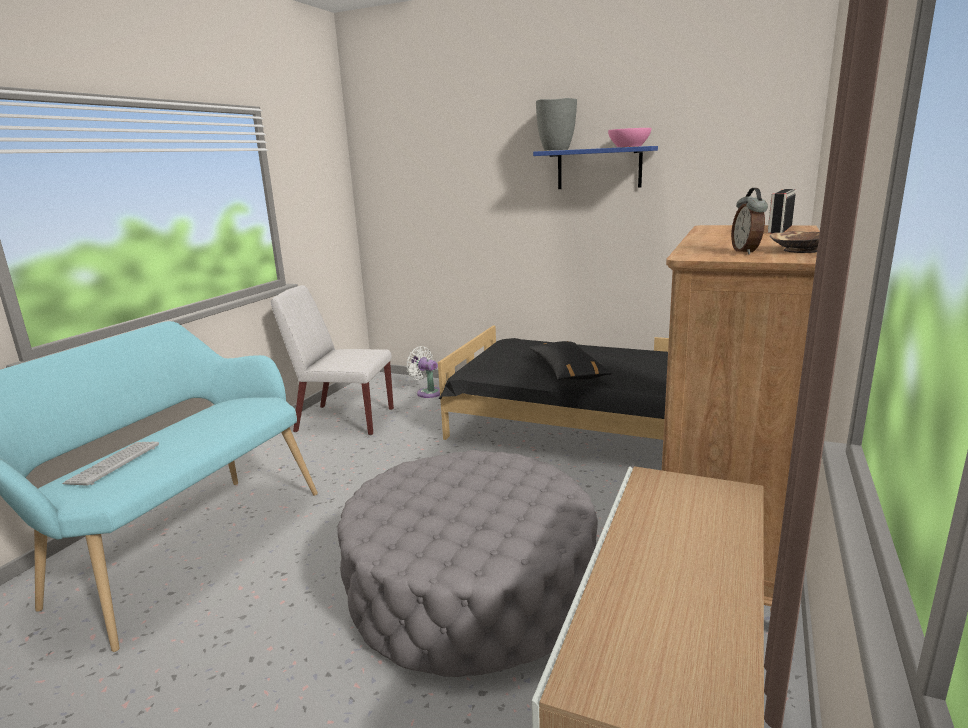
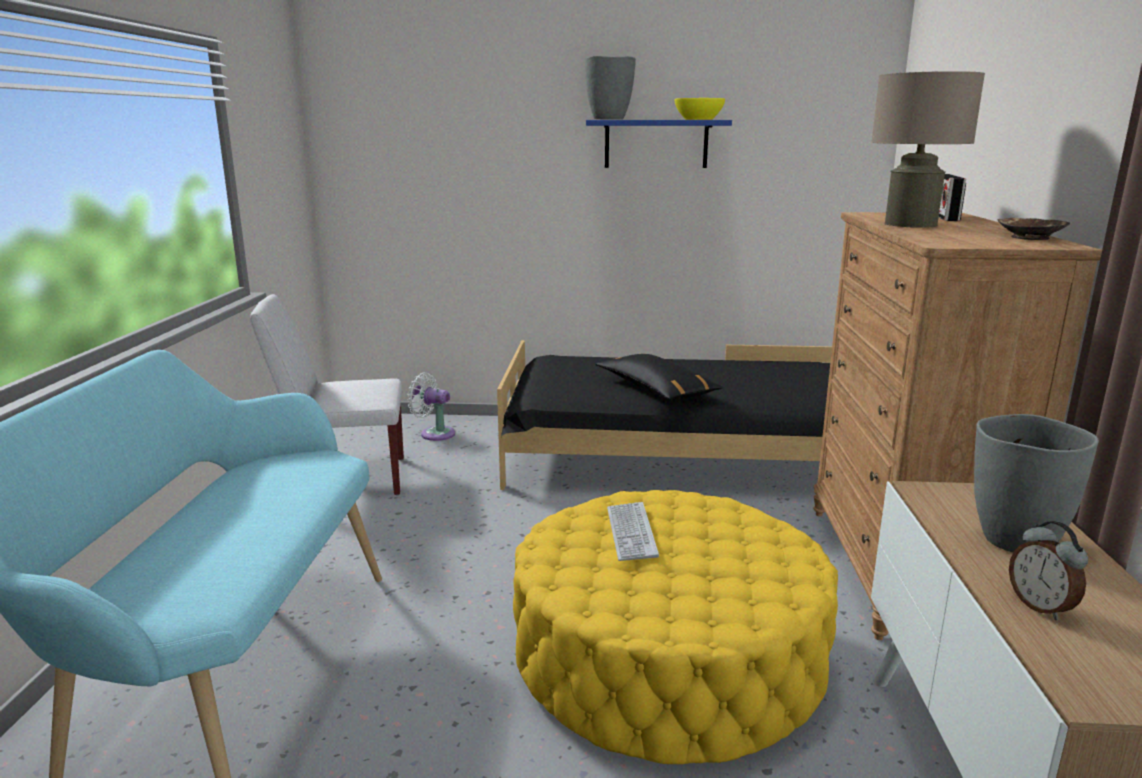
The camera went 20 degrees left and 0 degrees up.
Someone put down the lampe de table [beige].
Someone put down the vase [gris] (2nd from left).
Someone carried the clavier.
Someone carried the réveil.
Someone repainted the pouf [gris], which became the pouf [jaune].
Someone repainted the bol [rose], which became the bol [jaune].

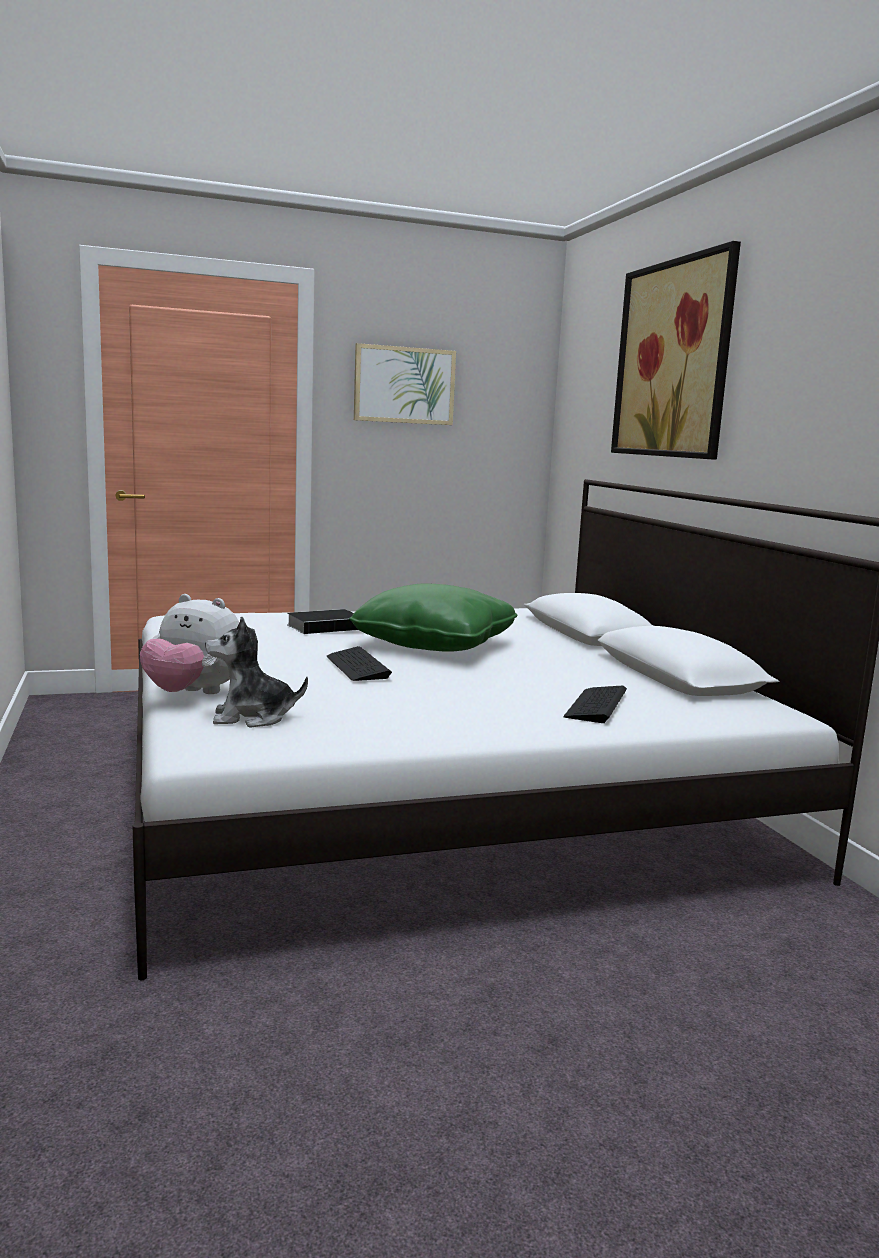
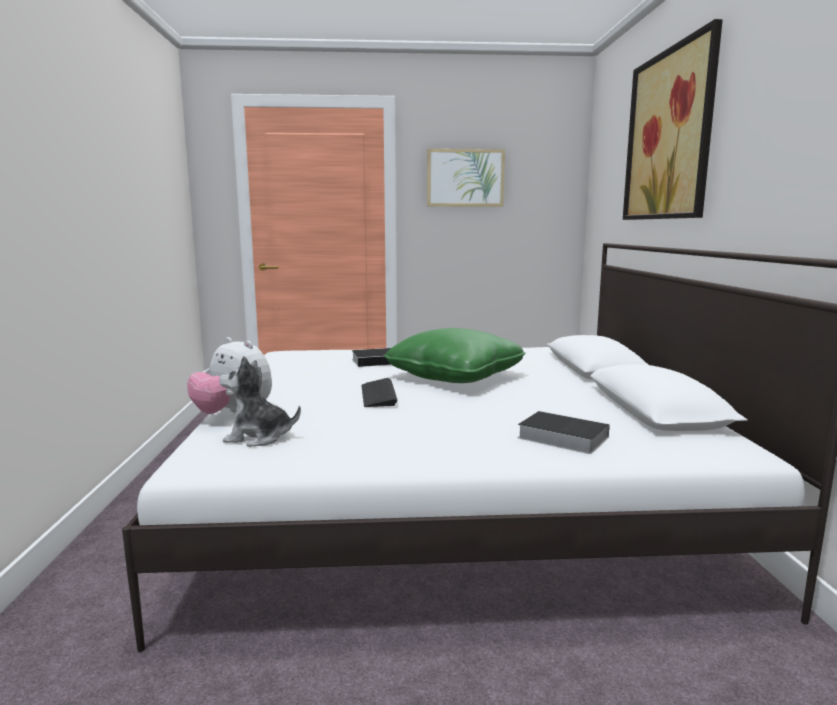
The camera went 15 degrees right and 0 degrees up.
Someone swapped the clavier (2nd from left) for the livre (2nd from left).

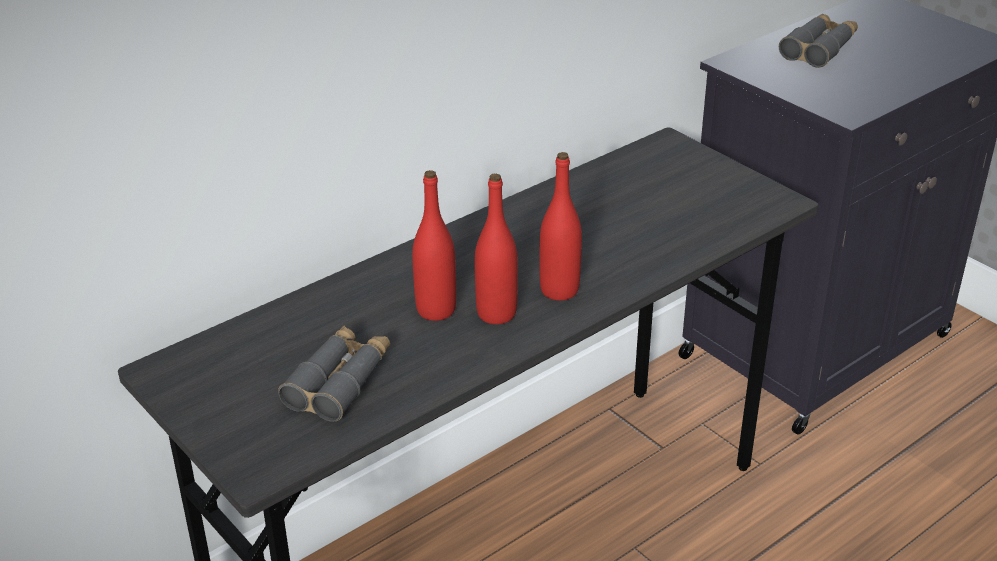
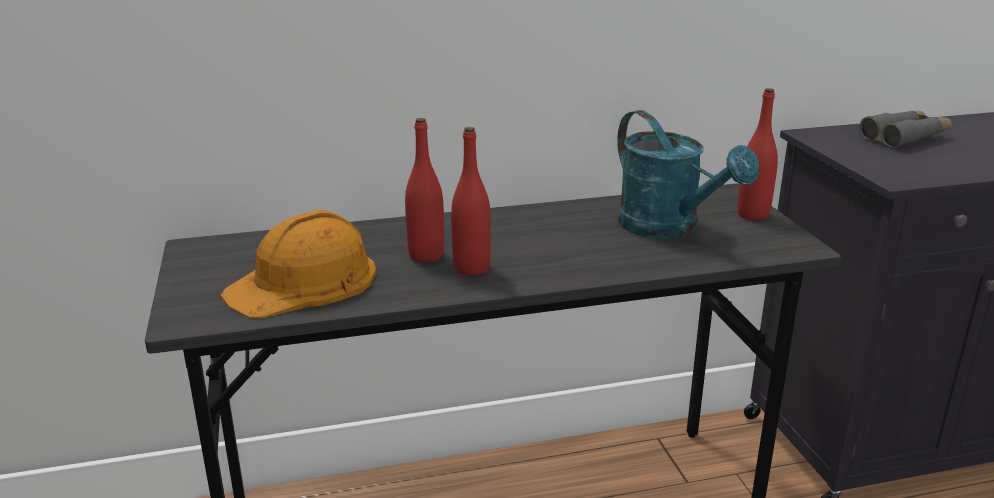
The camera went 25 degrees right and 10 degrees down.
Someone put down the arrosoir [turquoise].
Someone carried the bouteille [rouge] (3rd from left).
Someone swapped the jumelles [gris] (1st from left) for the casque de chantier [orange].

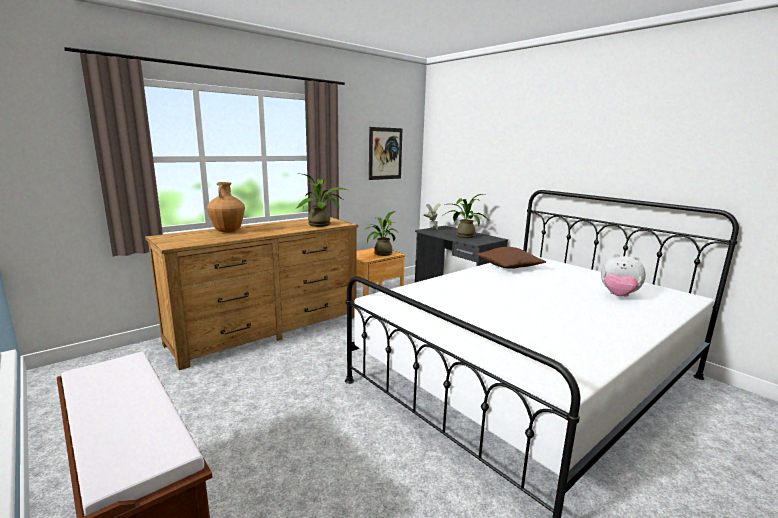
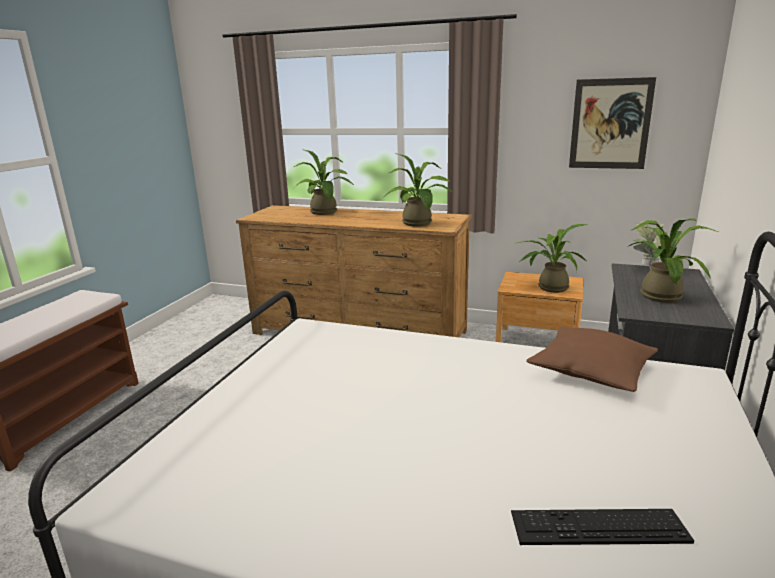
The camera went 60 degrees right and 5 degrees up.
Someone swapped the vase [marron] for the plante en pot (1st from left).
Someone swapped the peluche for the clavier.

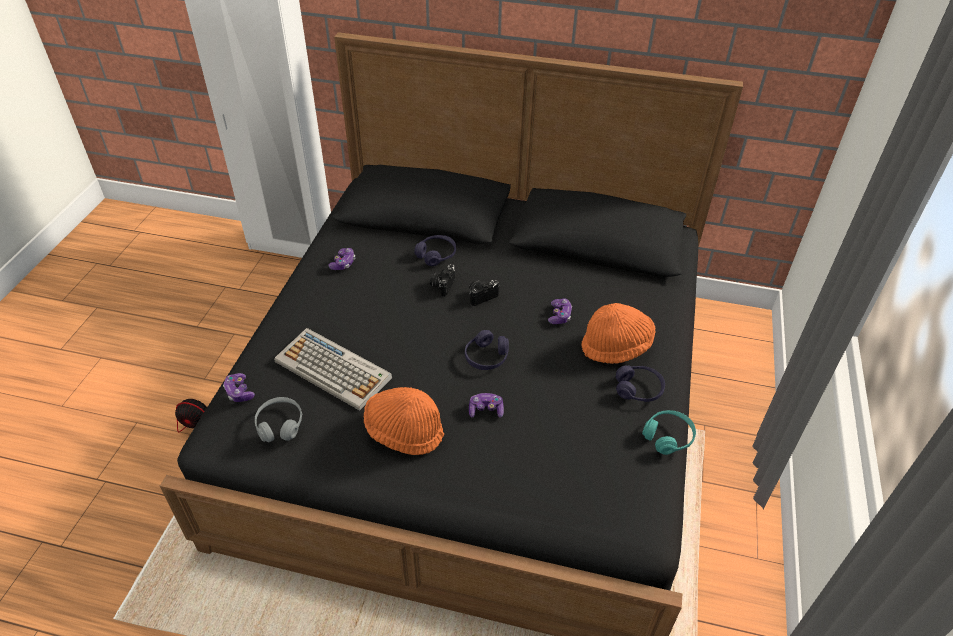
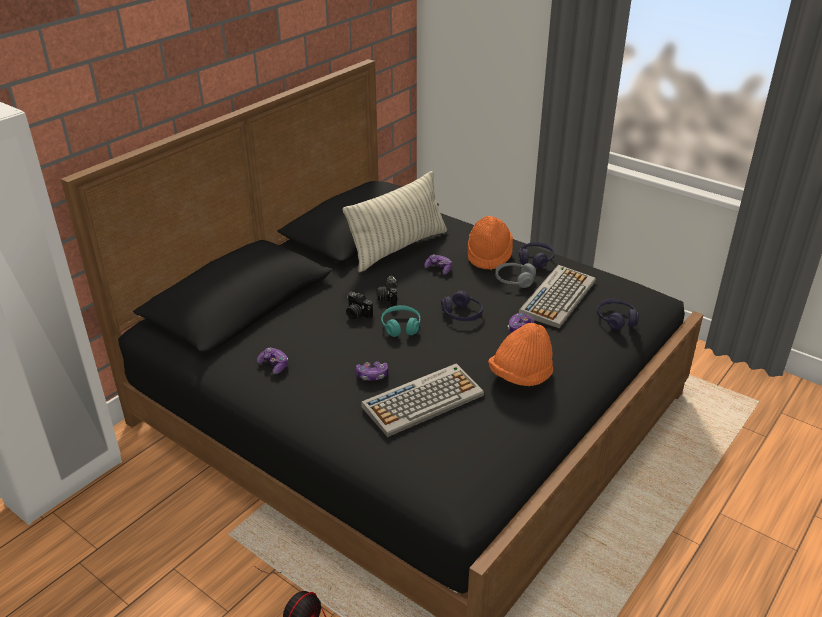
The camera went 65 degrees left and 10 degrees down.
Someone put down the coussin.
Someone put down the clavier (2nd from left).
Someone carried the manette (1st from left in the first image).
Someone carried the casque audio [gris].
Someone carried the casque audio [violet] (1st from left in the first image).
Someone carried the casque audio [turquoise].

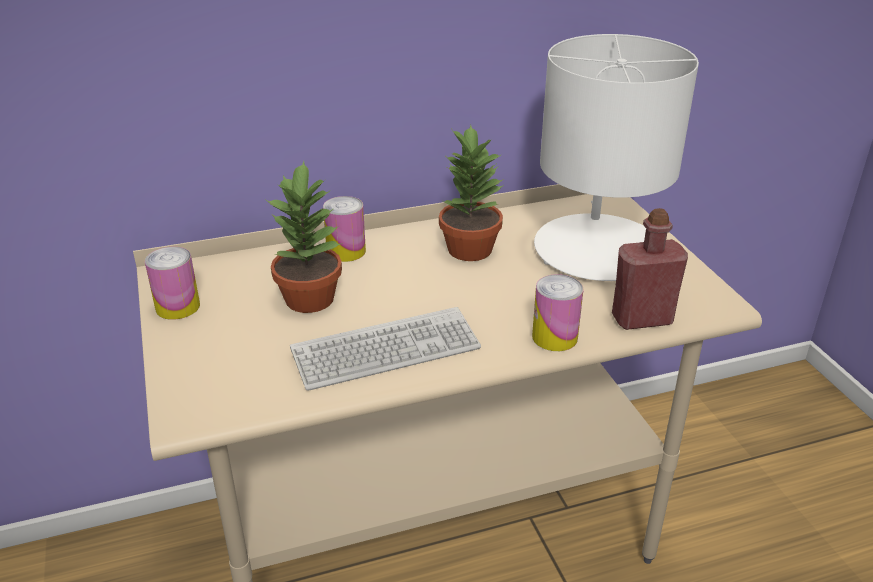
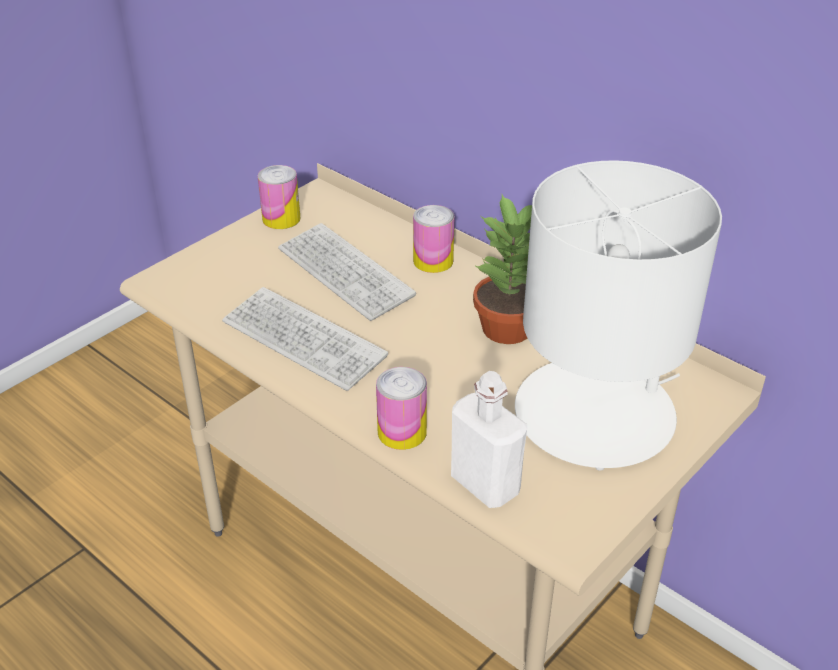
The camera went 60 degrees right and 5 degrees up.
Someone swapped the plante en pot (1st from left) for the clavier (2nd from left).
Someone repainted the bouteille [rouge], which became the bouteille [blanc].

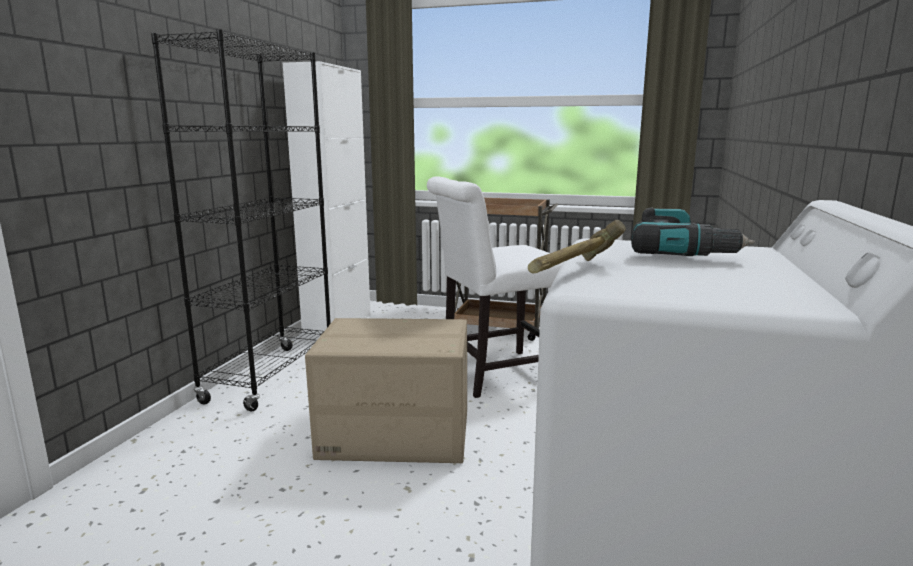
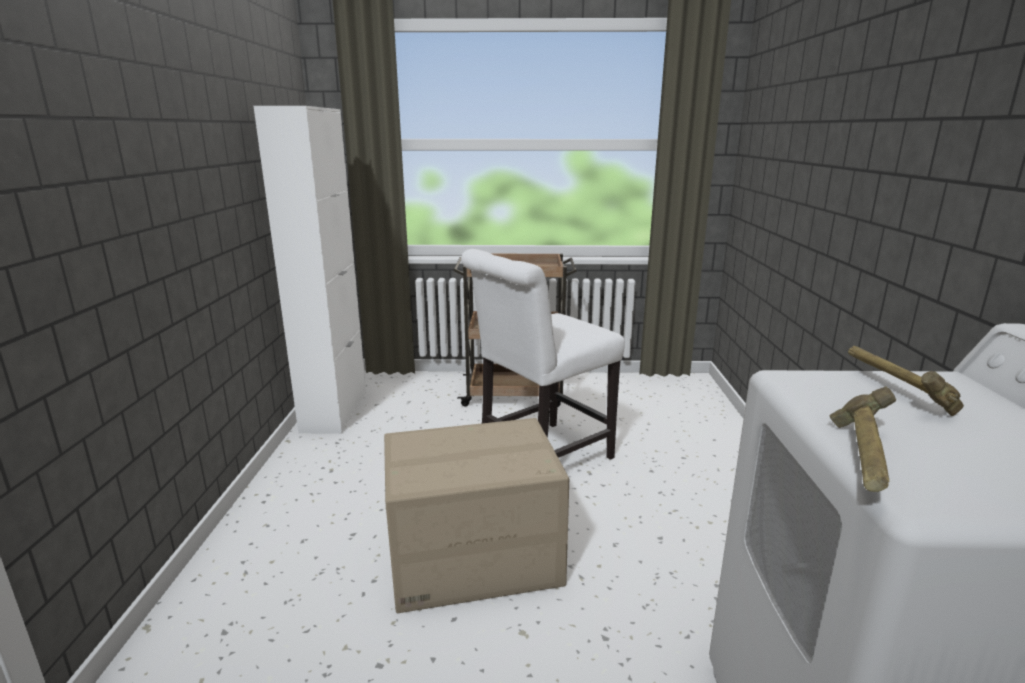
The camera went 15 degrees left and 5 degrees up.
Someone took away the bibliothèque [noir].
Someone swapped the perceuse for the marteau (2nd from left).

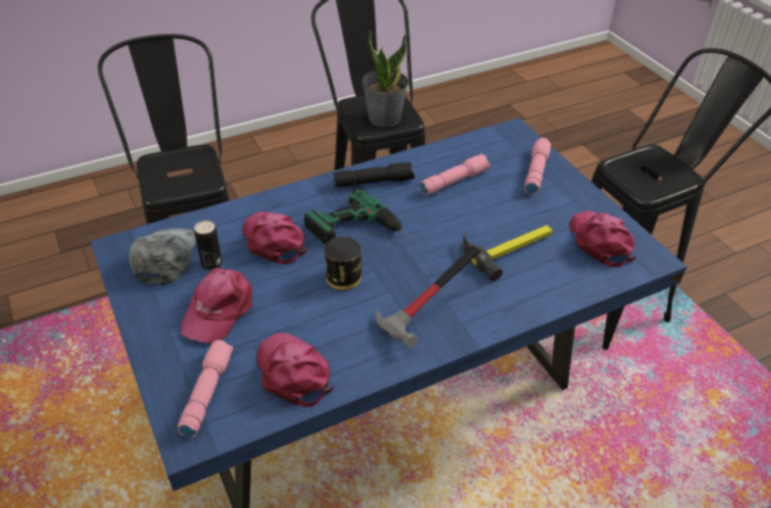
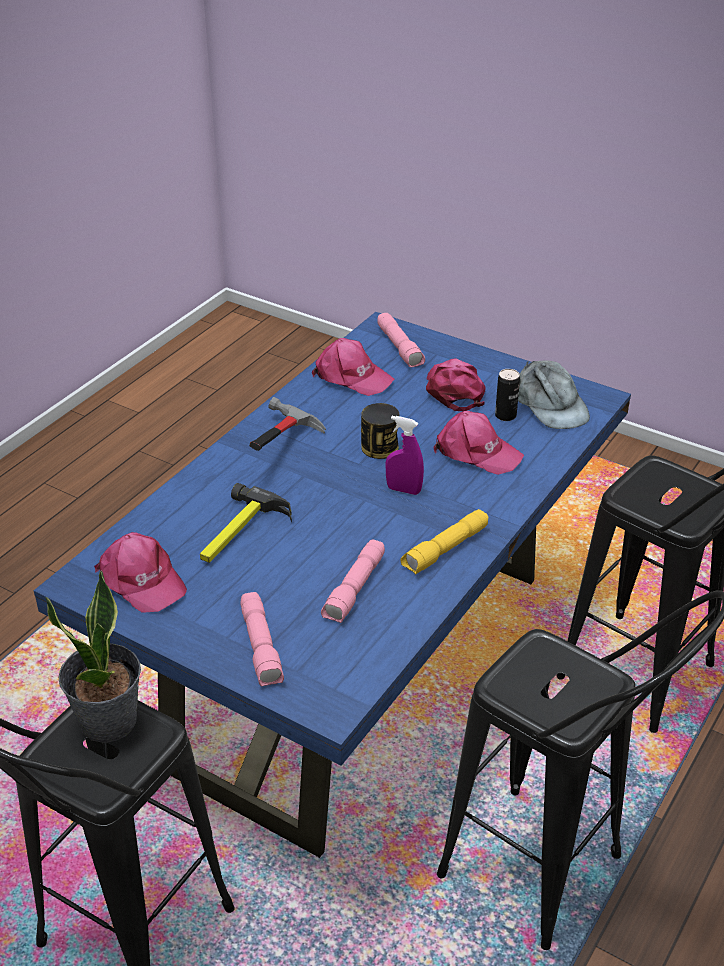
The camera went 150 degrees right and 5 degrees down.
Someone carried the plante en pot.
Someone swapped the perceuse for the vaporisateur [violet].
Someone repainted the lampe de poche [noir], which became the lampe de poche [jaune].

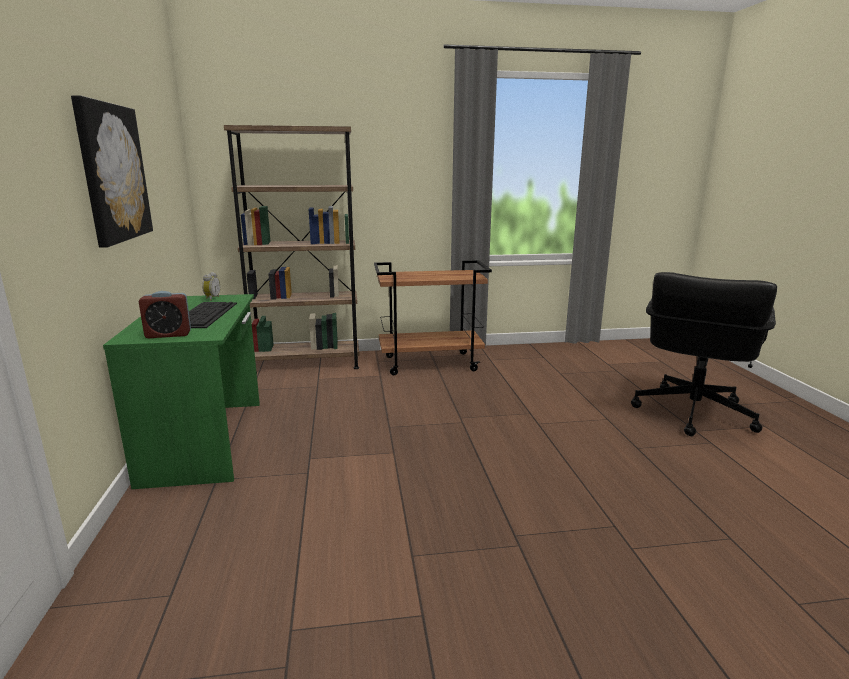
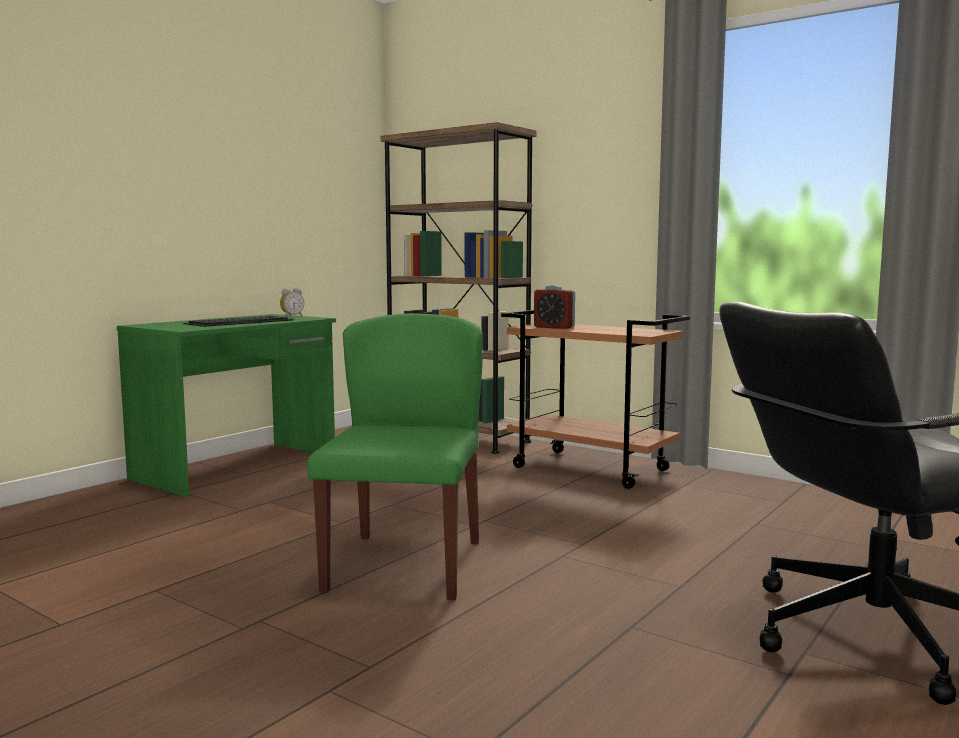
The camera went 45 degrees right and 10 degrees down.
Someone took away the tableau.
Someone put down the chaise [vert].
Someone carried the réveil (1st from left in the first image).

